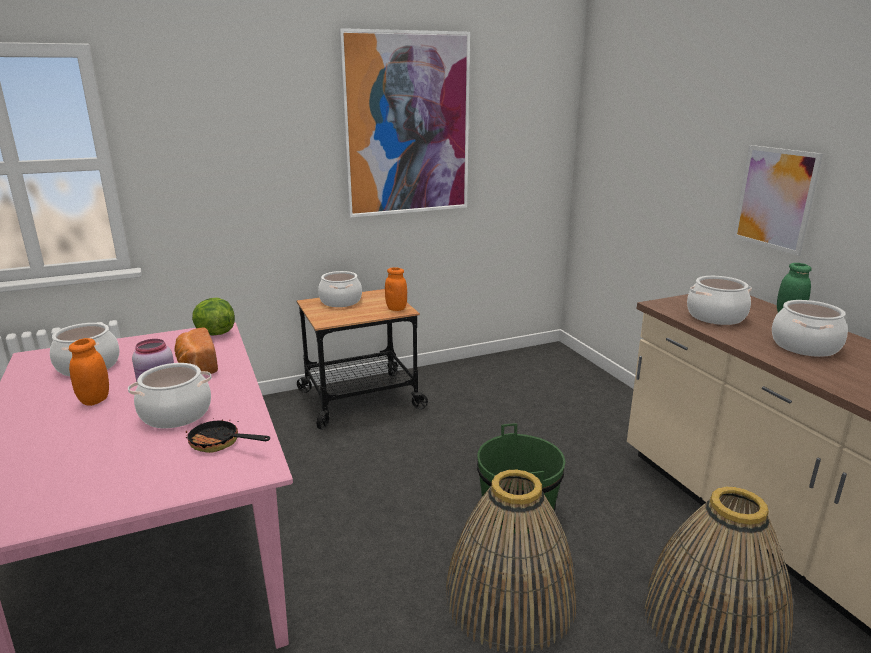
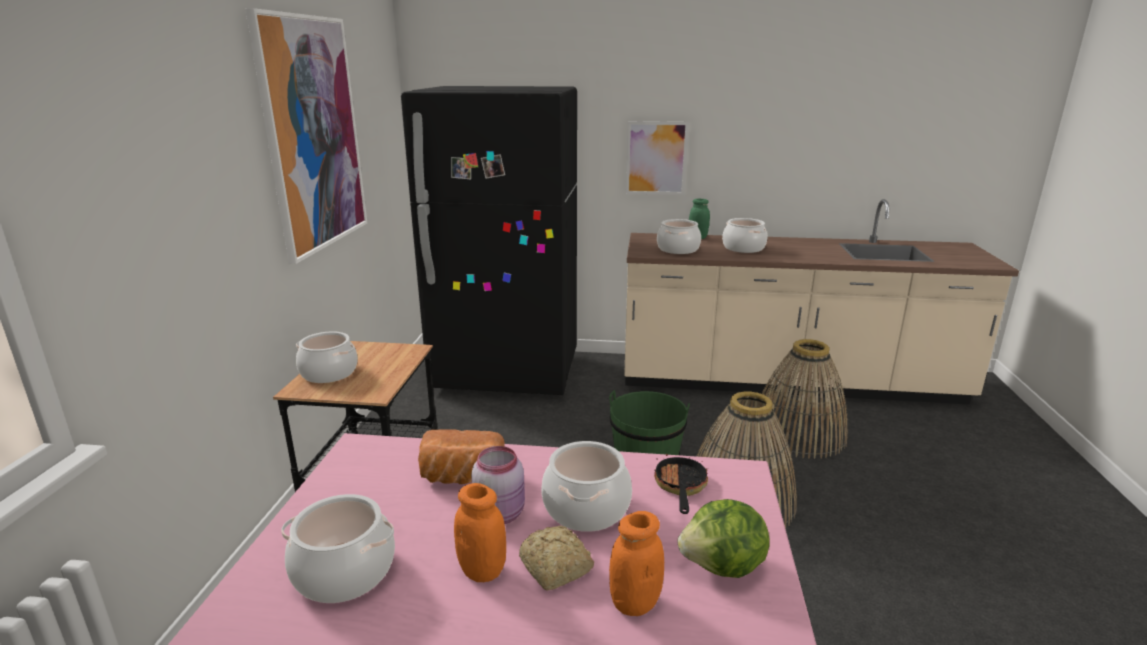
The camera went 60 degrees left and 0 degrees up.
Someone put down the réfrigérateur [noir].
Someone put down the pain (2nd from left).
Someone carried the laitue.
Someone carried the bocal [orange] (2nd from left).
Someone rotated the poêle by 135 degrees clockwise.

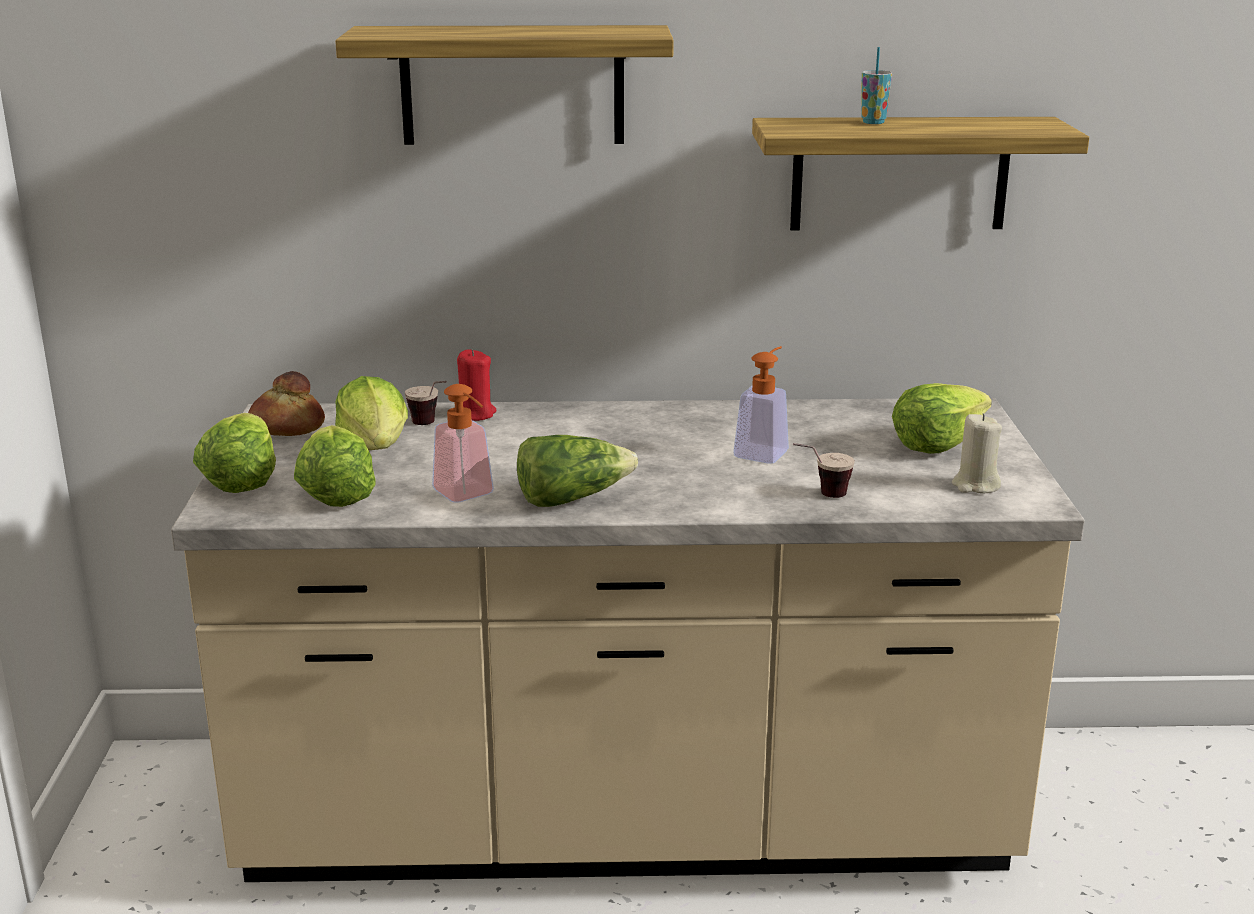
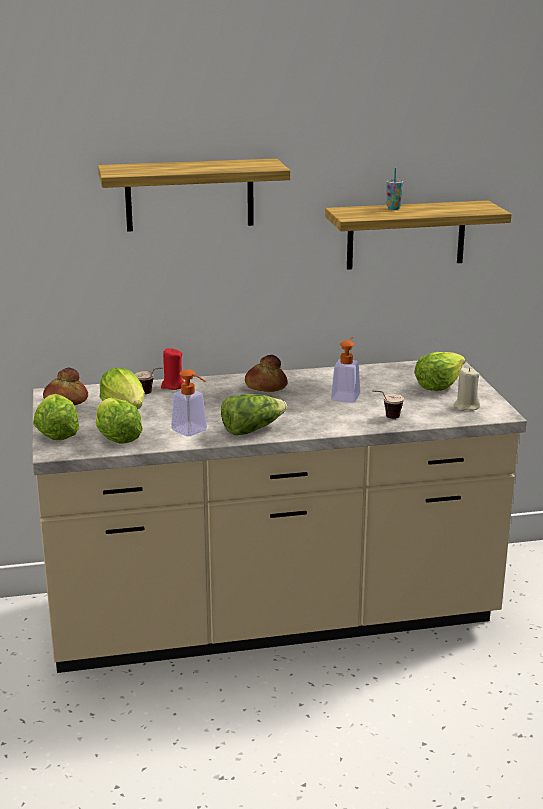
The camera went 10 degrees left and 0 degrees up.
Someone put down the pain (2nd from left).

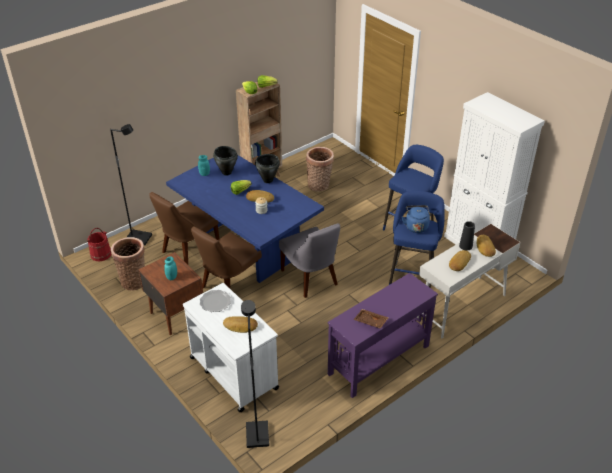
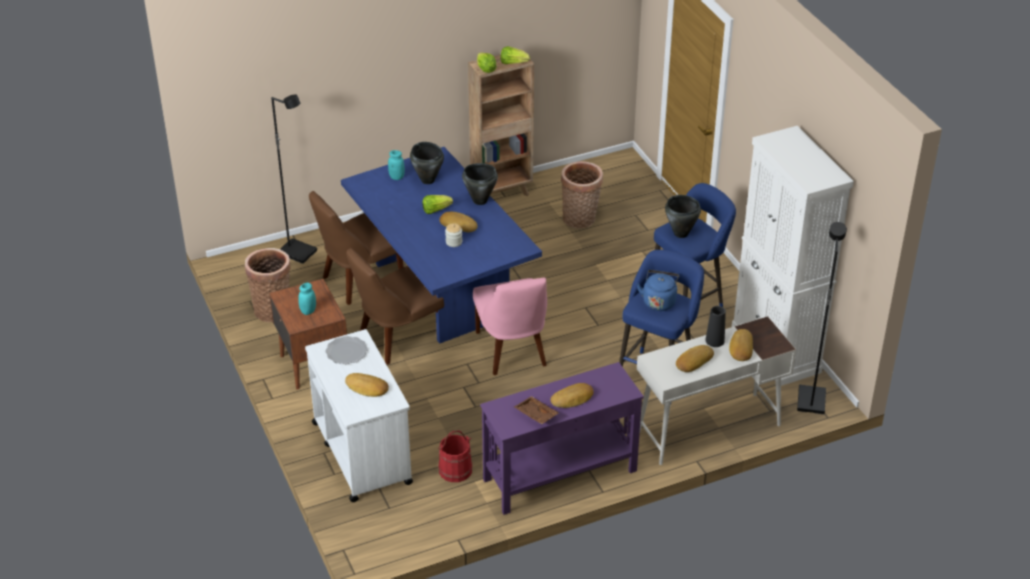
The camera went 15 degrees right and 0 degrees up.
Someone put down the pain (3rd from left).
Someone put down the marmite [noir] (3rd from left).
Someone carried the seau [rouge].
Someone carried the lampadaire [noir] (2nd from left).
Someone repainted the chaise [gris], which became the chaise [rose].

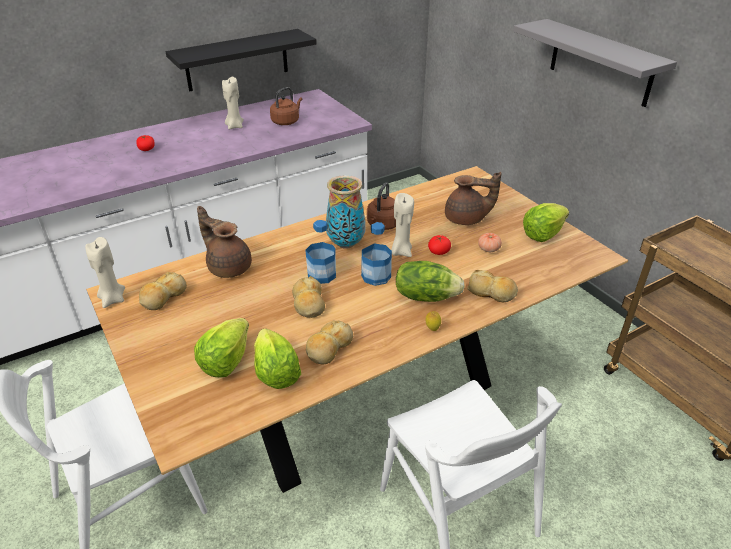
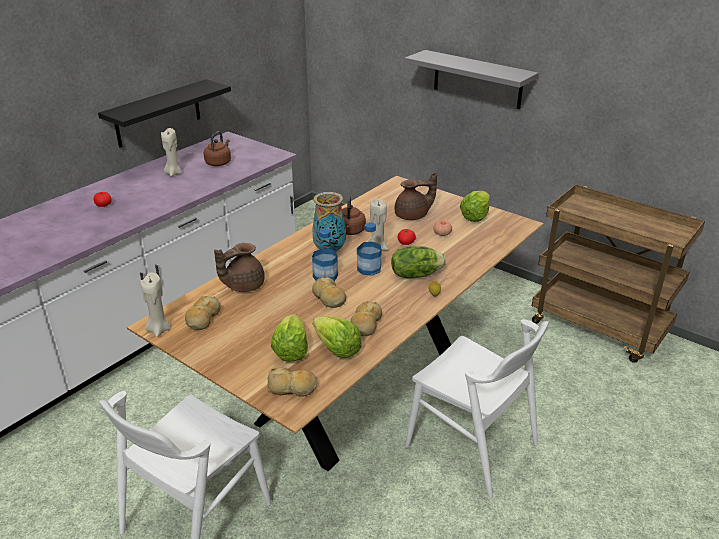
The camera went 20 degrees left and 5 degrees down.
Someone carried the pain (4th from left in the first image).
Someone rotated the théière [marron] (1st from left) by 60 degrees counterclockwise.

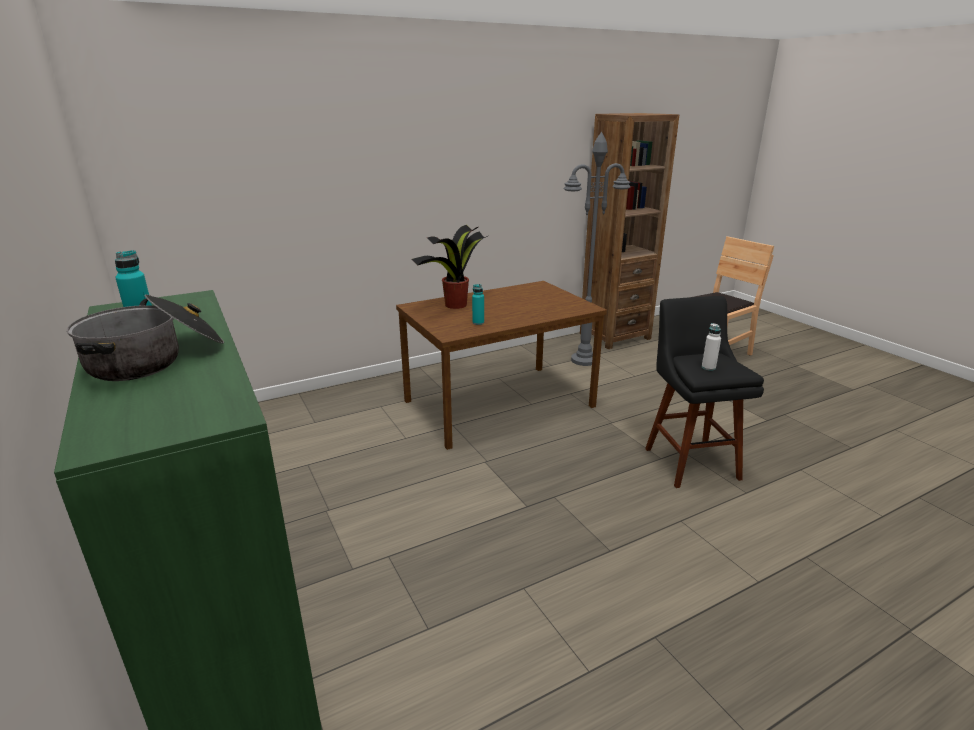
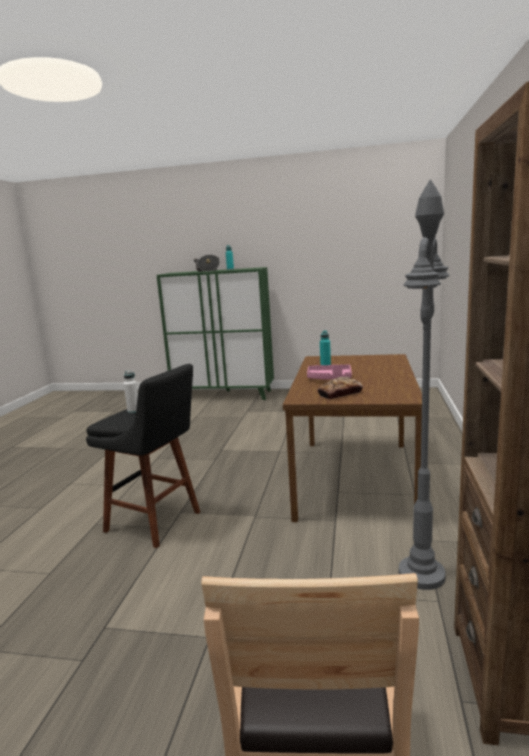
The camera went 130 degrees right and 10 degrees down.
Someone took away the plante en pot.
Someone put down the plateau [rose].
Someone put down the pain.

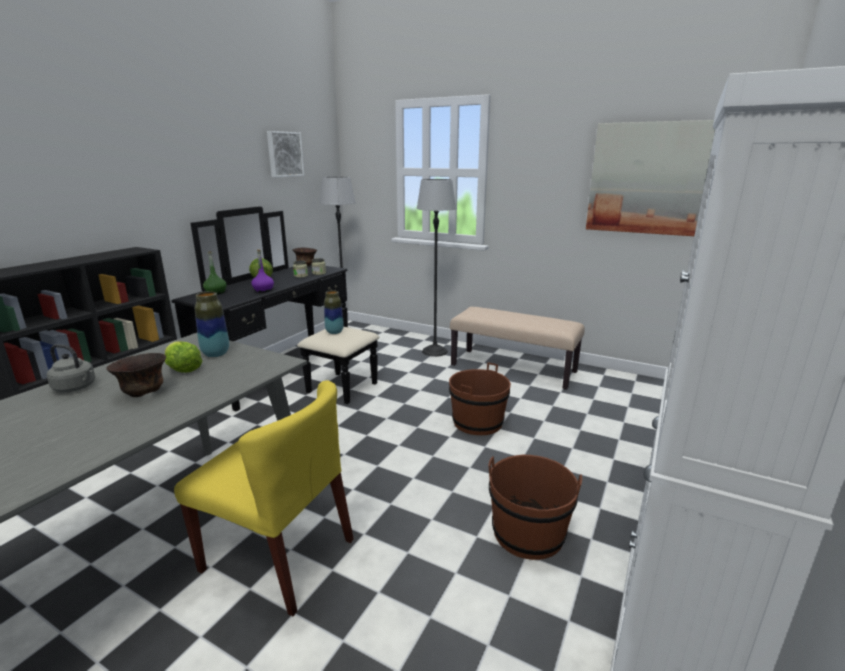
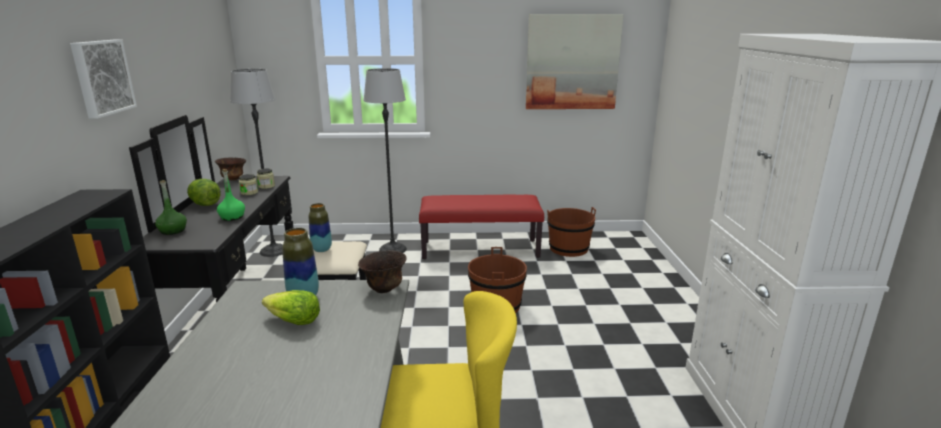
The camera went 30 degrees left and 0 degrees up.
Someone took away the bouilloire [gris].
Someone carried the bol [marron] (1st from left in the first image).
Someone carried the tableau (1st from left).
Someone carried the seau [marron] (2nd from left).
Someone repainted the bouteille [violet], which became the bouteille [vert] (2nd from left).
Someone repainted the banc [beige], which became the banc [rouge].

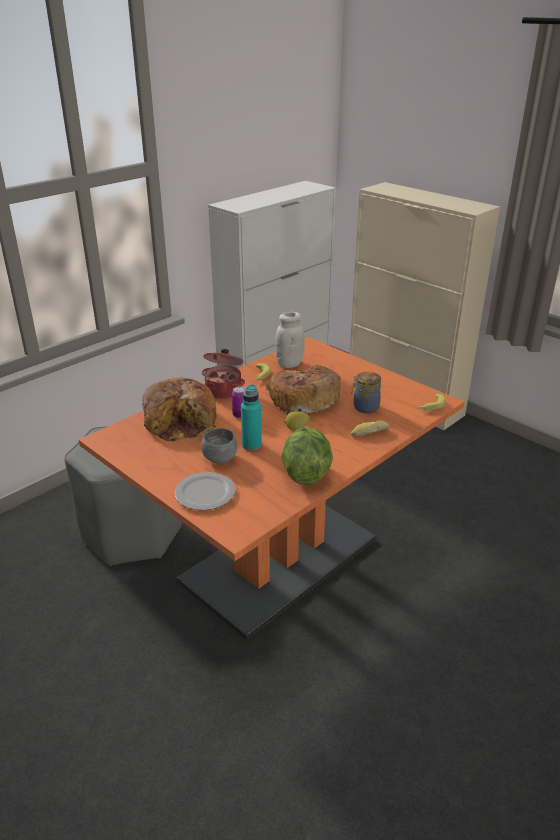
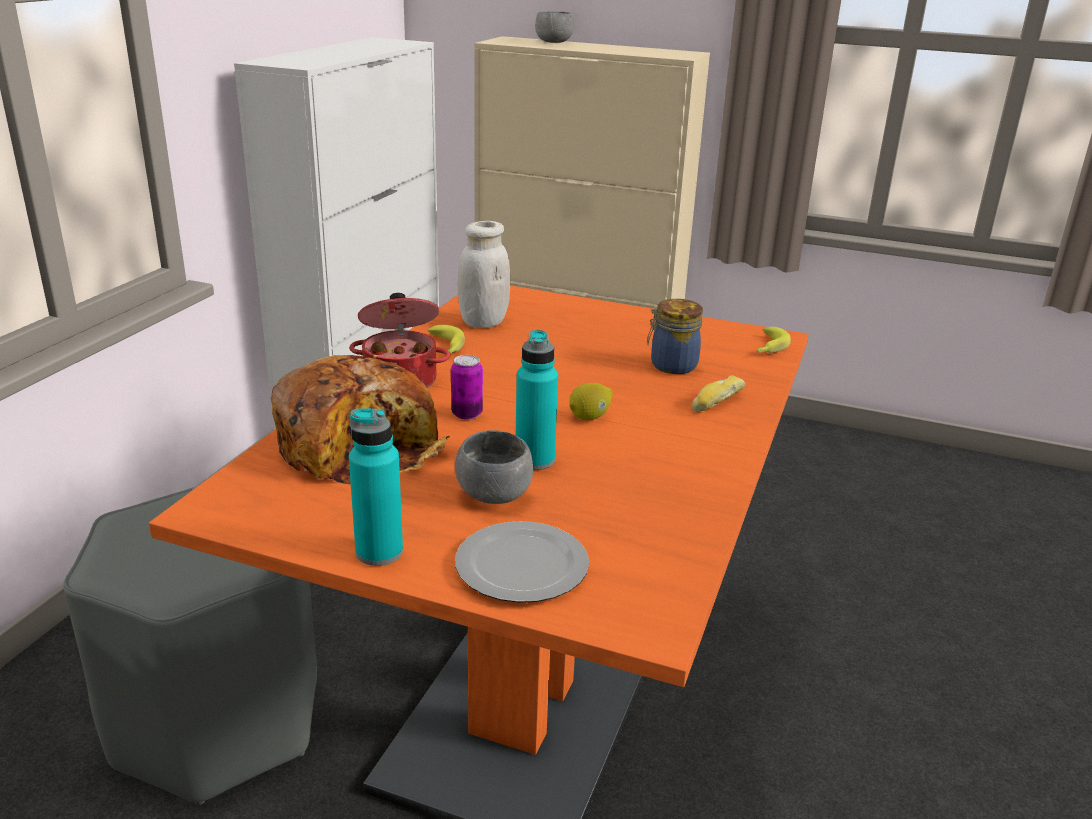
The camera went 25 degrees left and 5 degrees down.
Someone took away the pain (2nd from left).
Someone took away the laitue.
Someone put down the bouteille [turquoise] (1st from left).
Someone put down the bol [gris] (2nd from left).

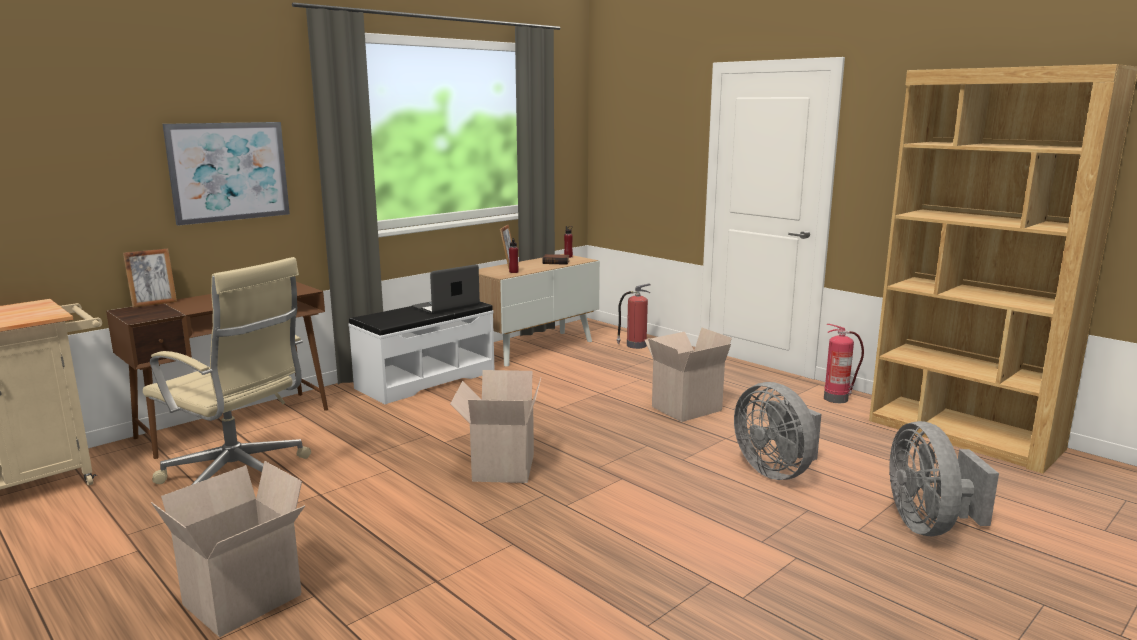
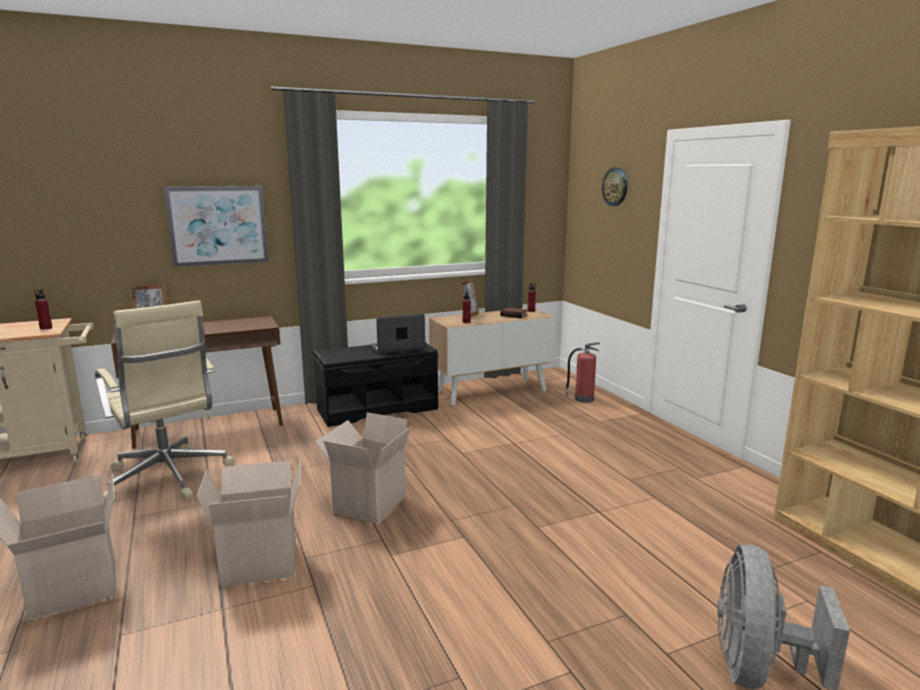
The camera went 20 degrees right and 0 degrees up.
Someone took away the ventilateur [gris] (1st from left).
Someone took away the extincteur (2nd from left).
Someone put down the bouteille [rouge] (1st from left).
Someone put up the horloge murale.
Someone carried the carton (3rd from left in the first image).
Someone repainted the banc [blanc], which became the banc [noir].

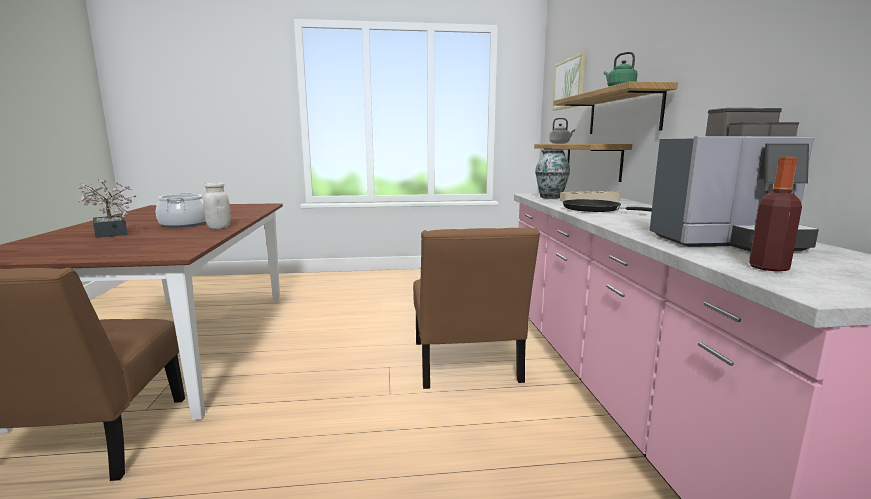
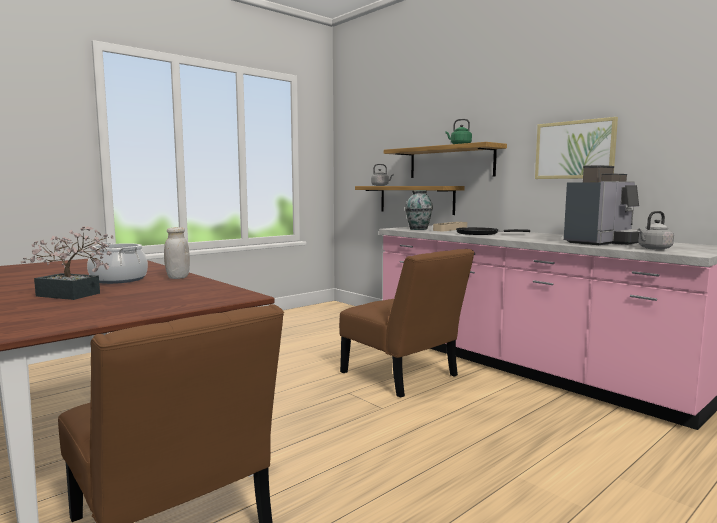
The camera went 35 degrees left and 5 degrees down.
Someone carried the tableau.
Someone swapped the bouteille for the bouilloire [gris] (2nd from left).

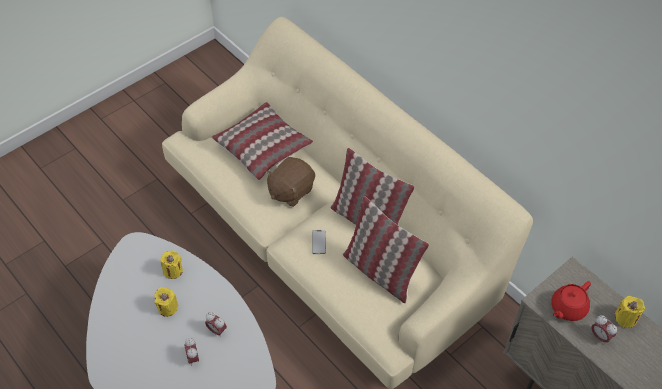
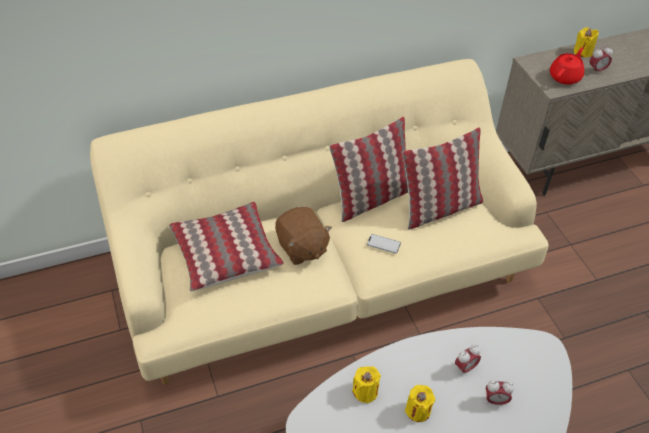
The camera went 70 degrees left and 5 degrees down.
Someone rotated the théière [rouge] by 120 degrees counterclockwise.

